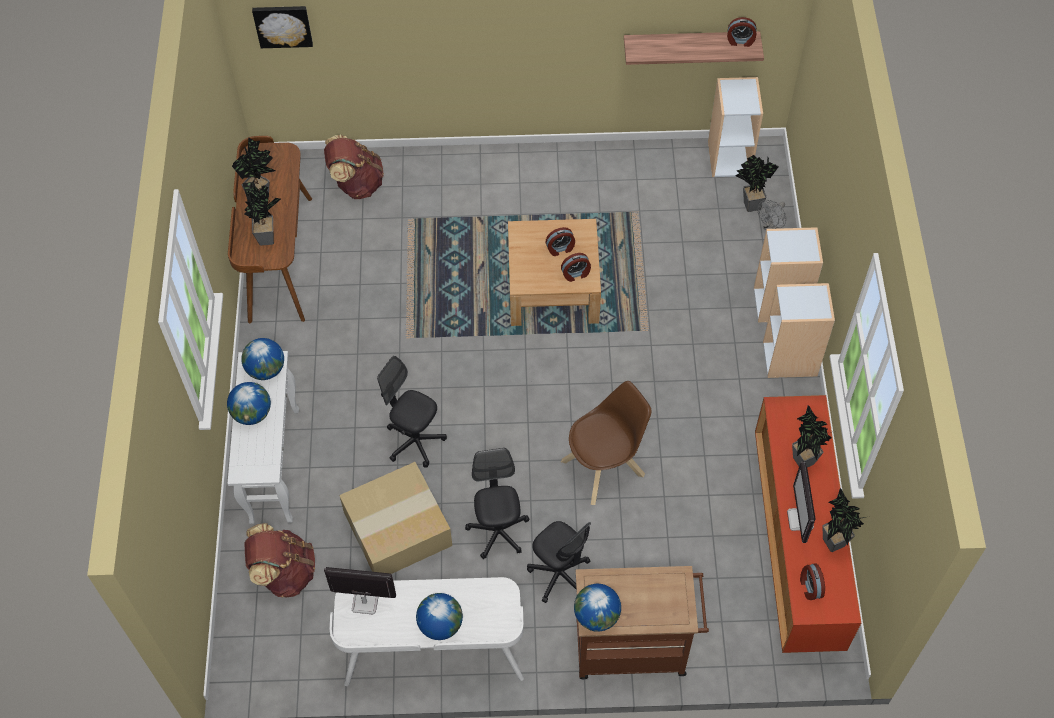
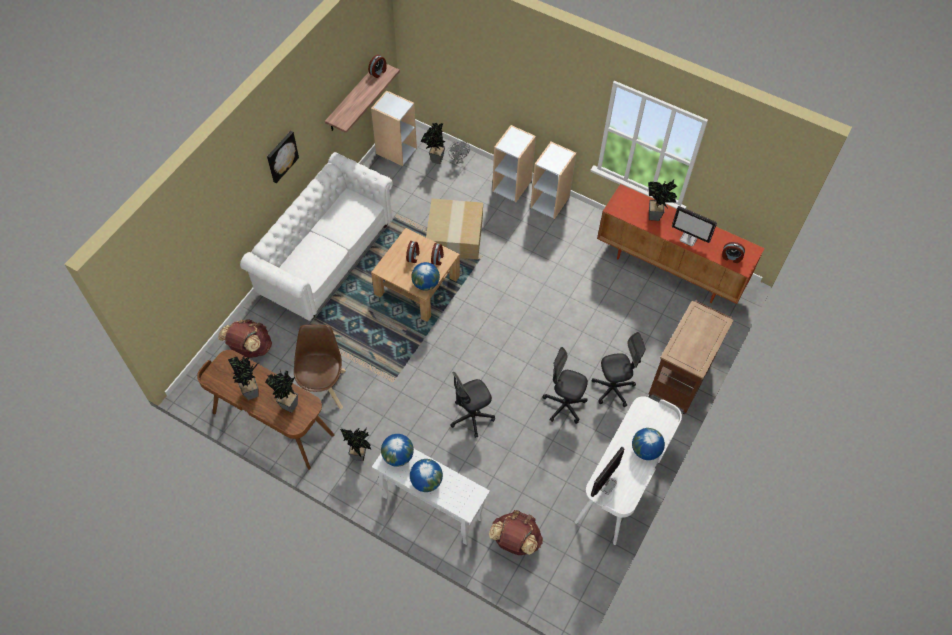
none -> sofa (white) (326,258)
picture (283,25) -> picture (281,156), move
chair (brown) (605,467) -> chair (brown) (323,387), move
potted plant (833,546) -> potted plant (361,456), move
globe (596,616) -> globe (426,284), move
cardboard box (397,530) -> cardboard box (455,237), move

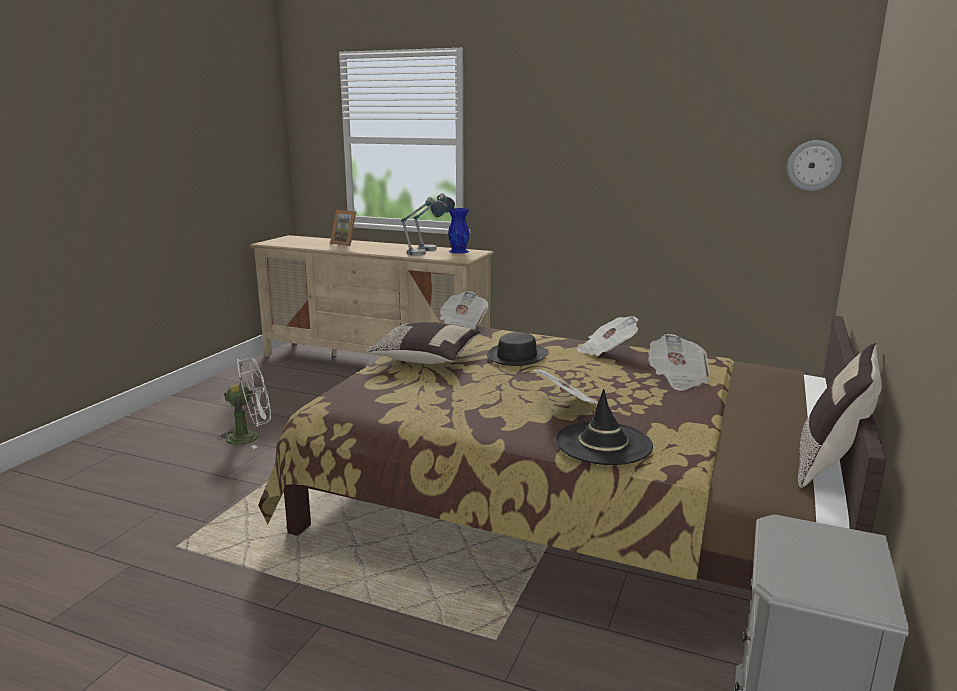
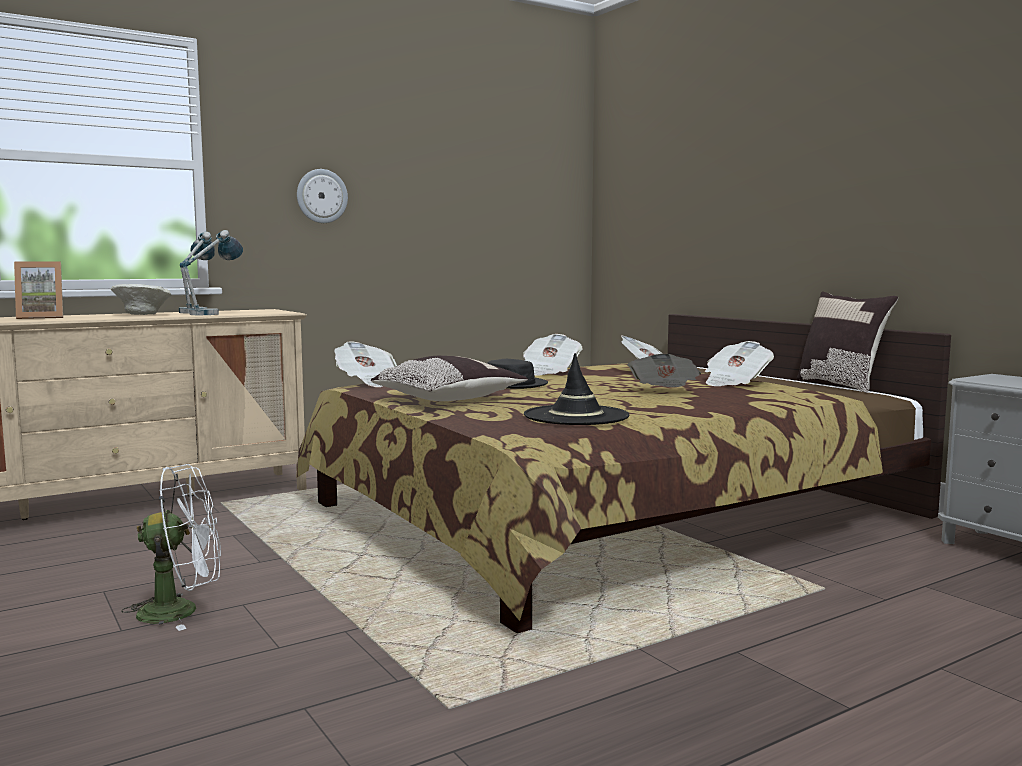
none -> bowl (beige) (142,315)
fan (white) (250,437) -> fan (white) (181,611), 60 degrees clockwise
wall clock (813,165) -> wall clock (321,196), move
hat (black) (603,443) -> hat (black) (576,416), move
none -> newspaper (735,383)
vase (blue) (459,251) -> none

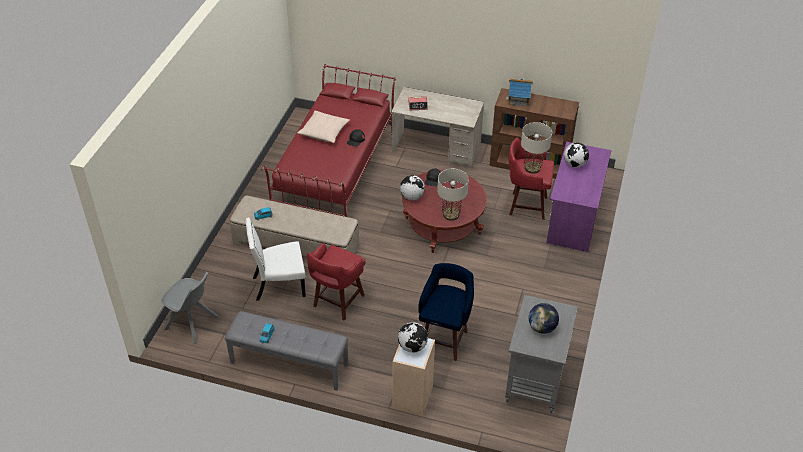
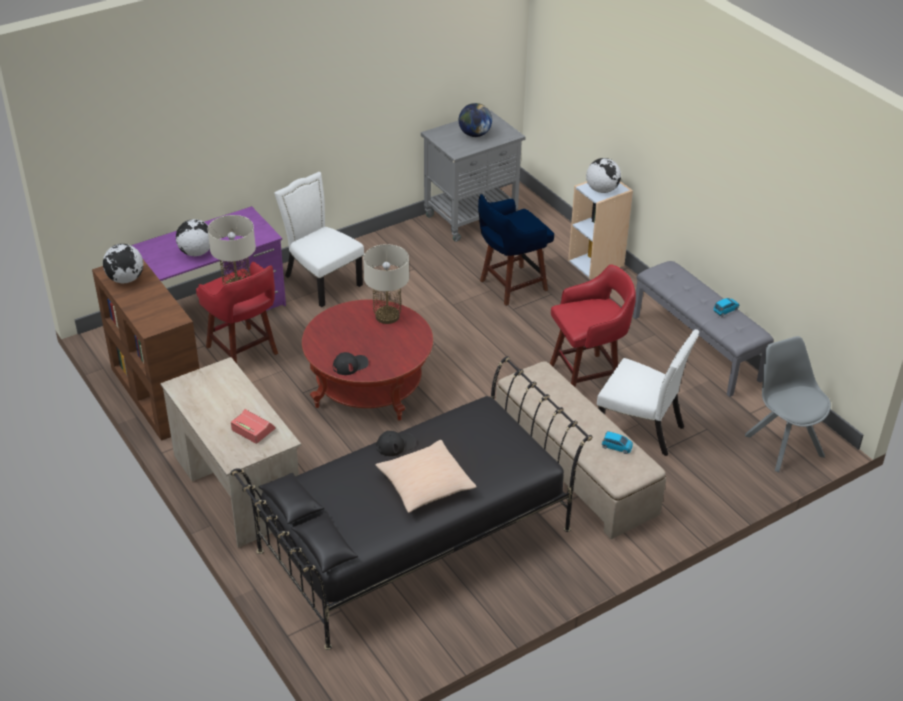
globe (412,197) -> globe (125,279), move
bed (red) (334,171) -> bed (black) (415,541)
none -> chair (white) (322,283)
toy house (518,99) -> none

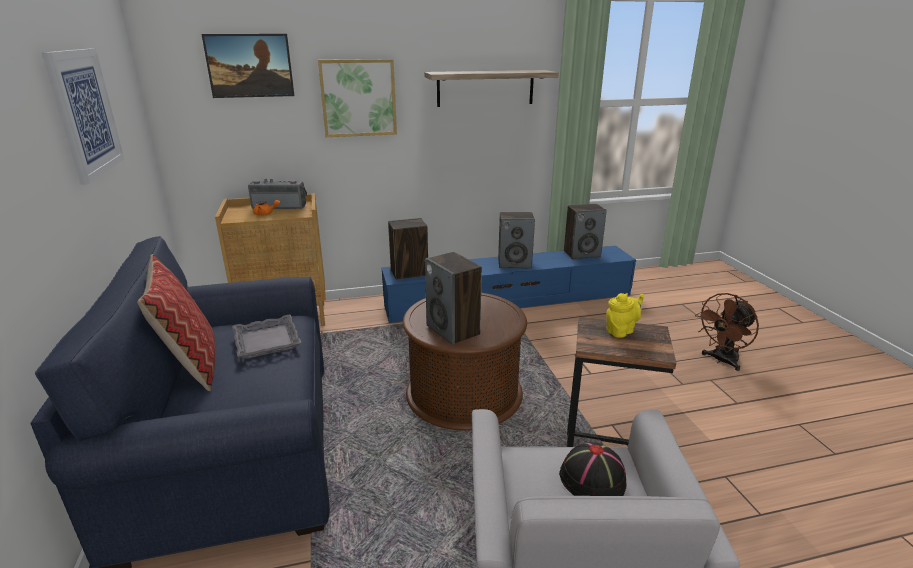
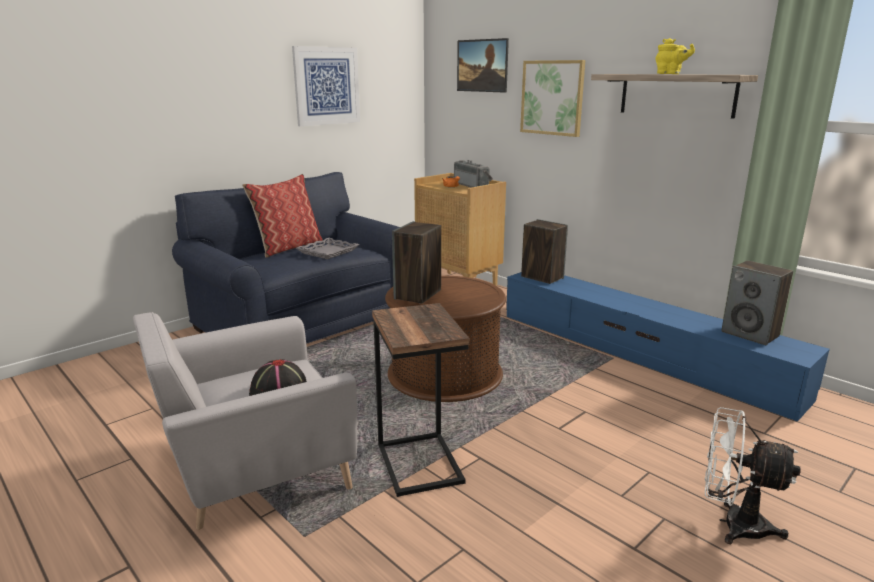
teapot (yellow) (621,330) -> teapot (yellow) (670,74), move
fan (brown) (721,360) -> fan (white) (732,524)
speaker (514,263) -> none

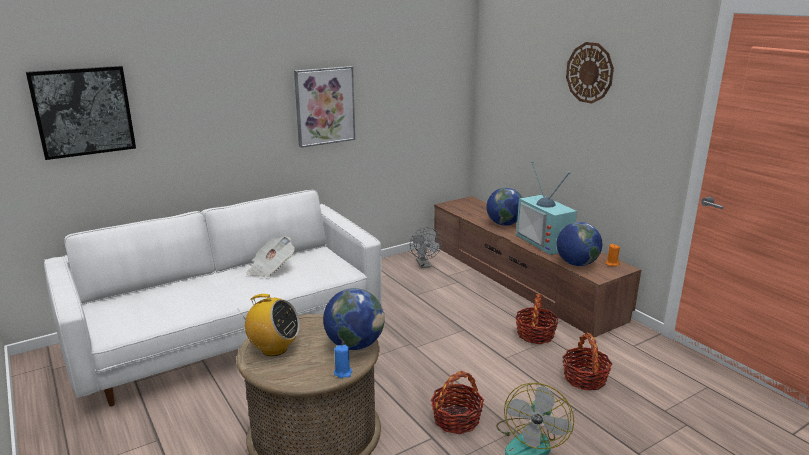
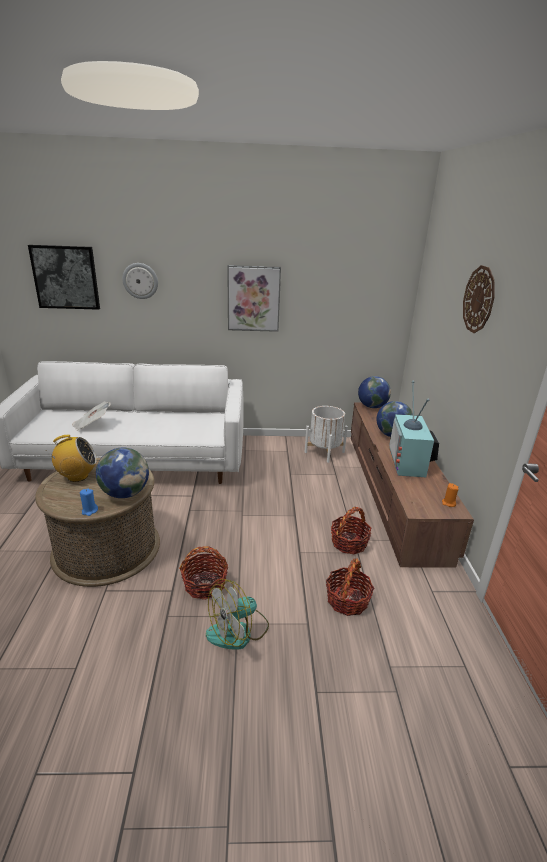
radio (274,349) -> radio (77,476), 60 degrees counterclockwise
newspaper (270,269) -> newspaper (92,425), move
none -> wall clock (140,281)
fan (grey) (424,265) -> planter (white) (324,452)
globe (576,264) -> globe (372,406), move

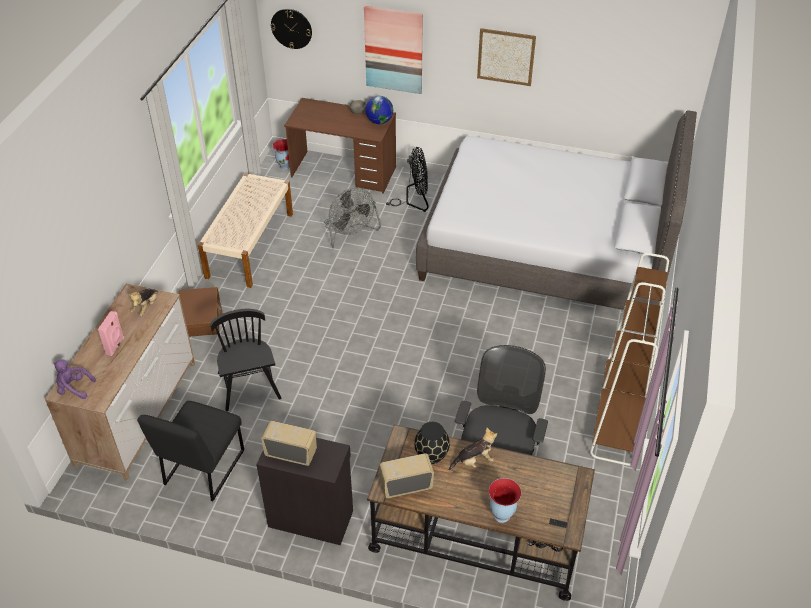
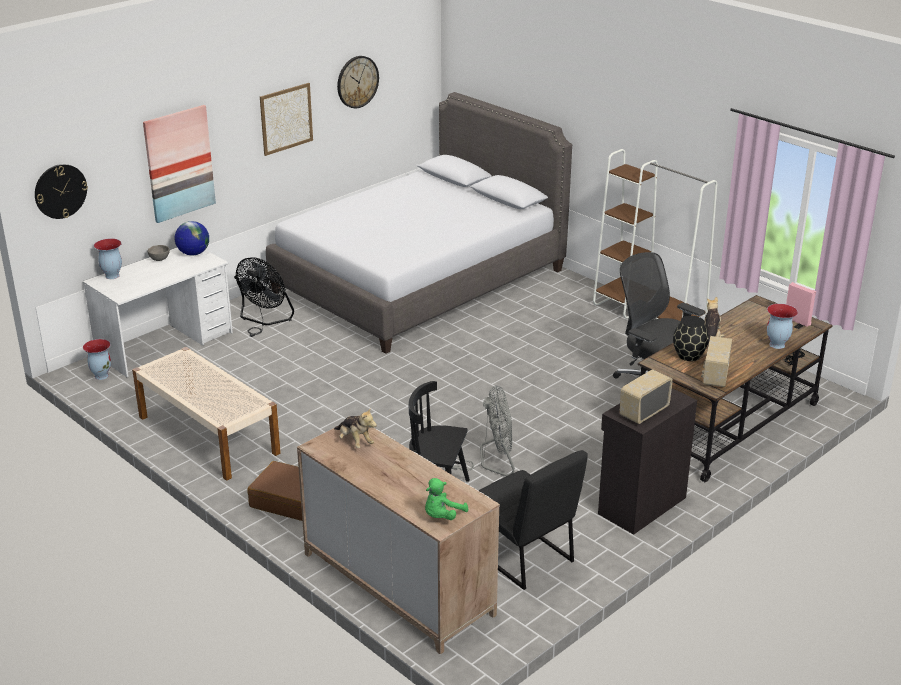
desk (brown) (343,172) -> desk (white) (165,344)
none -> vase (112,276)
none -> wall clock (357,81)
plush toy (purple) (74,388) -> plush toy (green) (442,516)
fan (grey) (348,233) -> fan (grey) (492,458), move
speaker (pink) (116,346) -> speaker (pink) (797,320), move

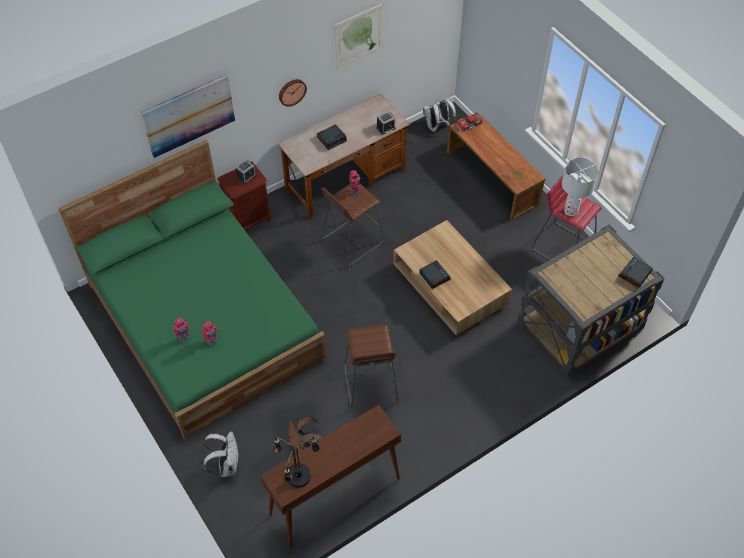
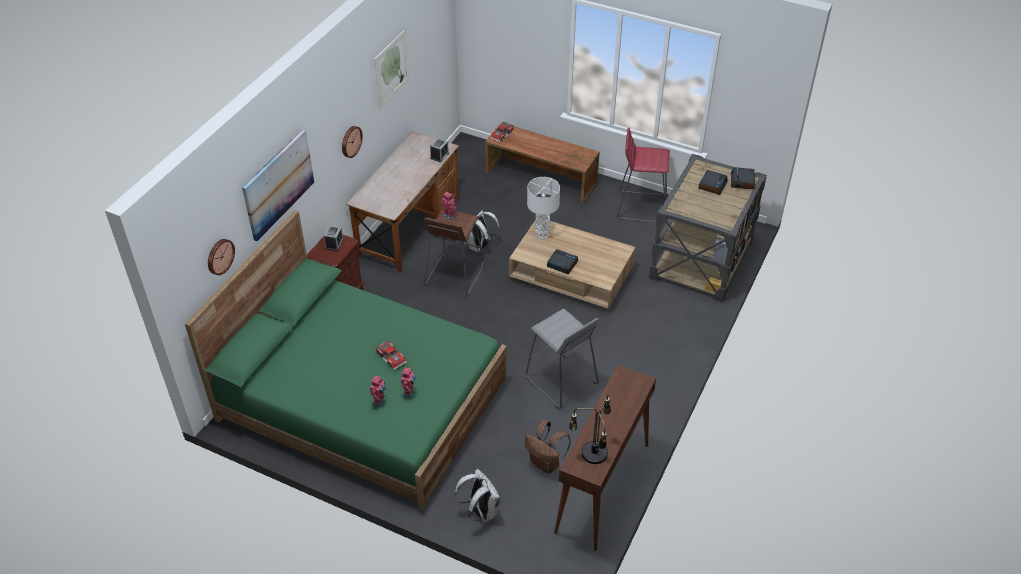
none -> wall clock (219,256)
none -> toy car (392,357)
backpack (white) (438,128) -> backpack (white) (480,247), move
stool (brown) (370,383) -> stool (grey) (561,381)
table lamp (white) (571,211) -> table lamp (white) (542,234), move
alarm clock (332,139) -> alarm clock (712,185), move

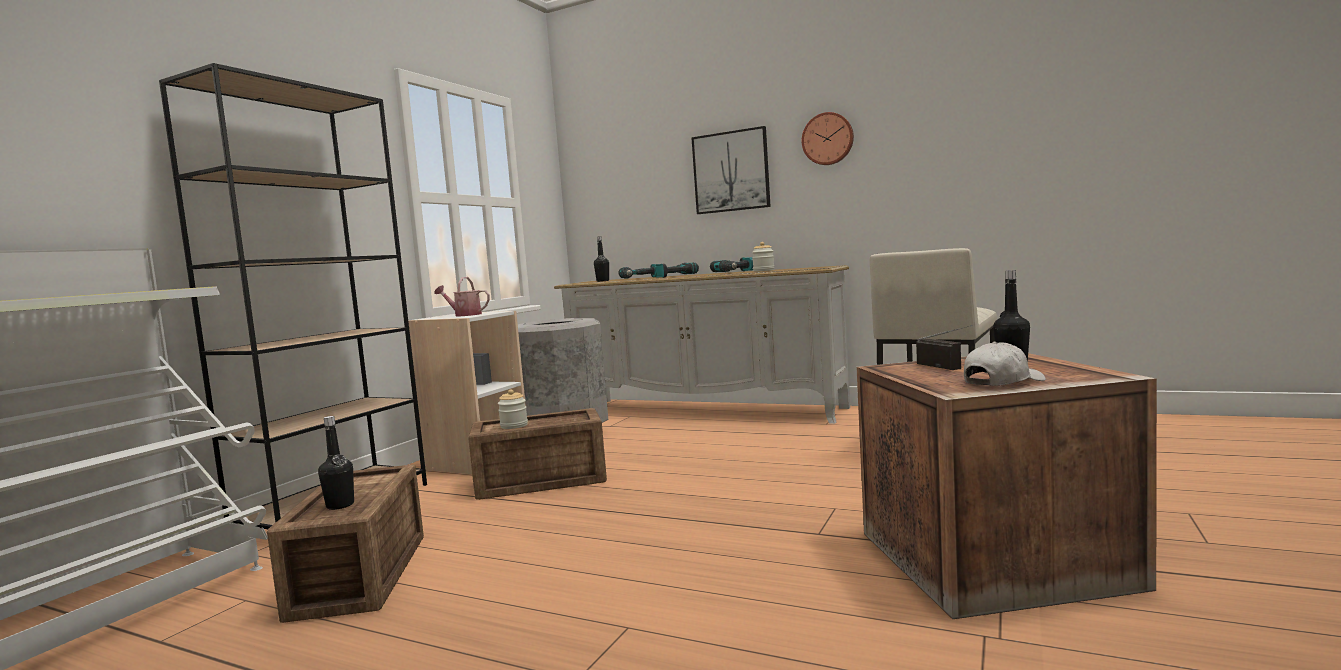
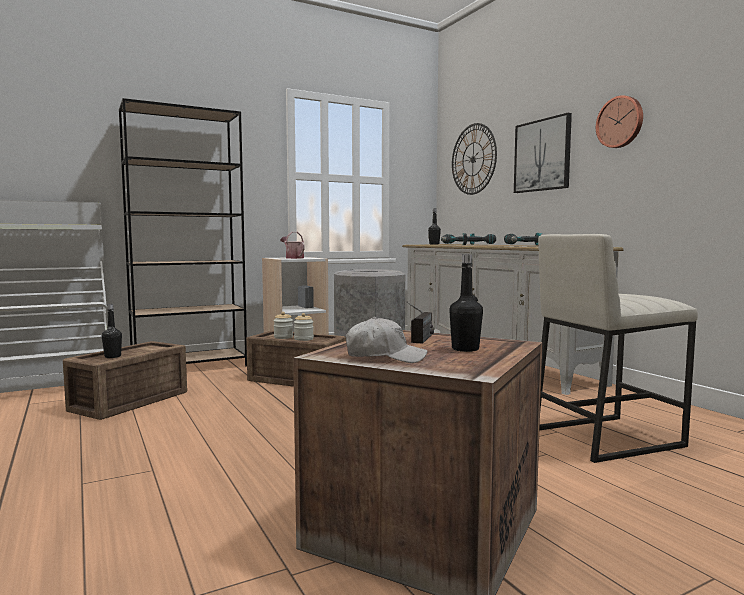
jar (763,270) -> jar (303,339), move
none -> wall clock (473,159)

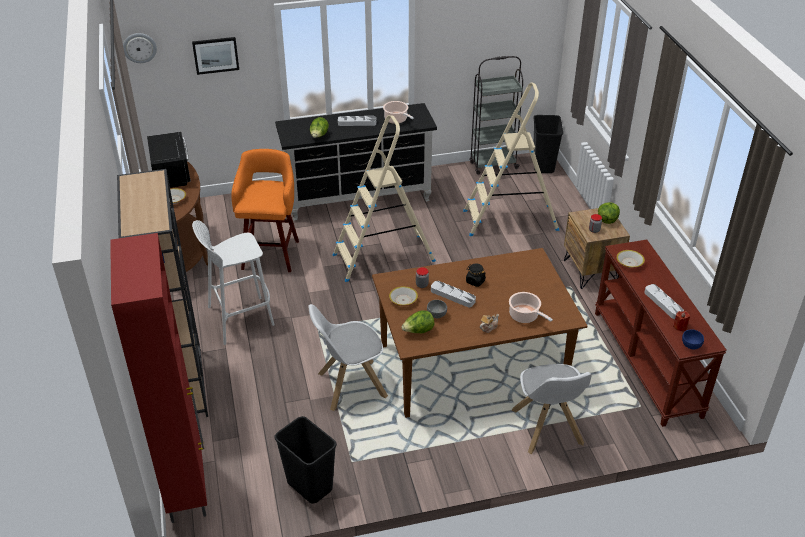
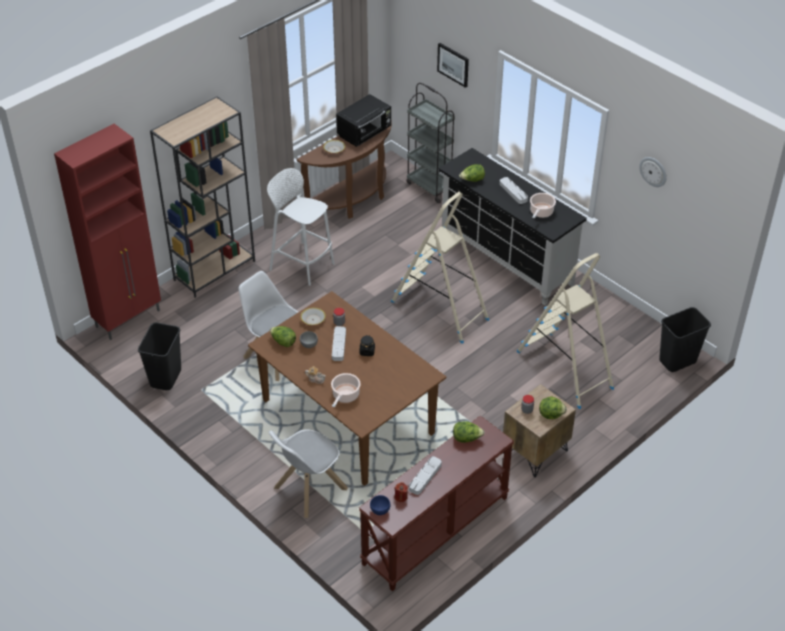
cart (grey) (493,165) -> cart (grey) (430,188), move
bowl (629,263) -> lettuce (467,438)
wall clock (139,47) -> wall clock (653,171), move
stool (orange) (271,253) -> none

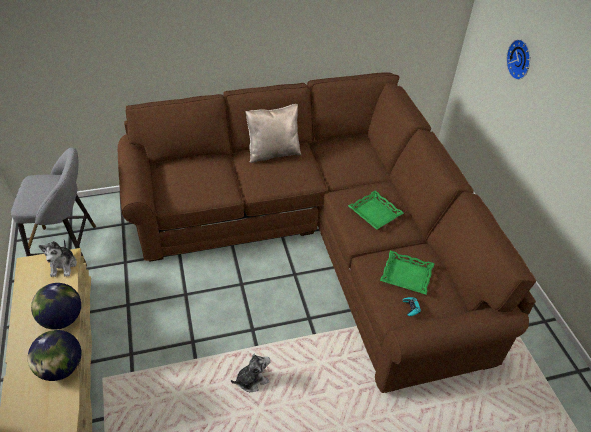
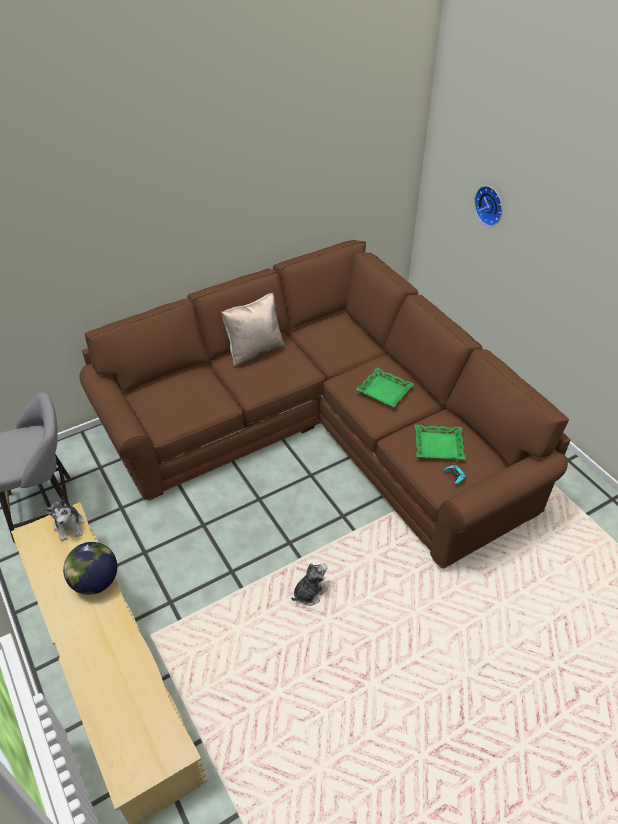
globe (61,368) -> none

